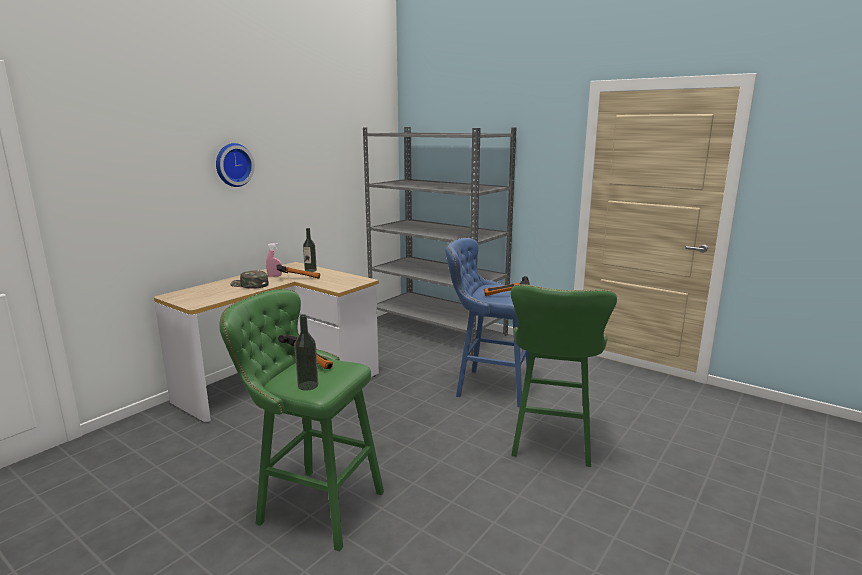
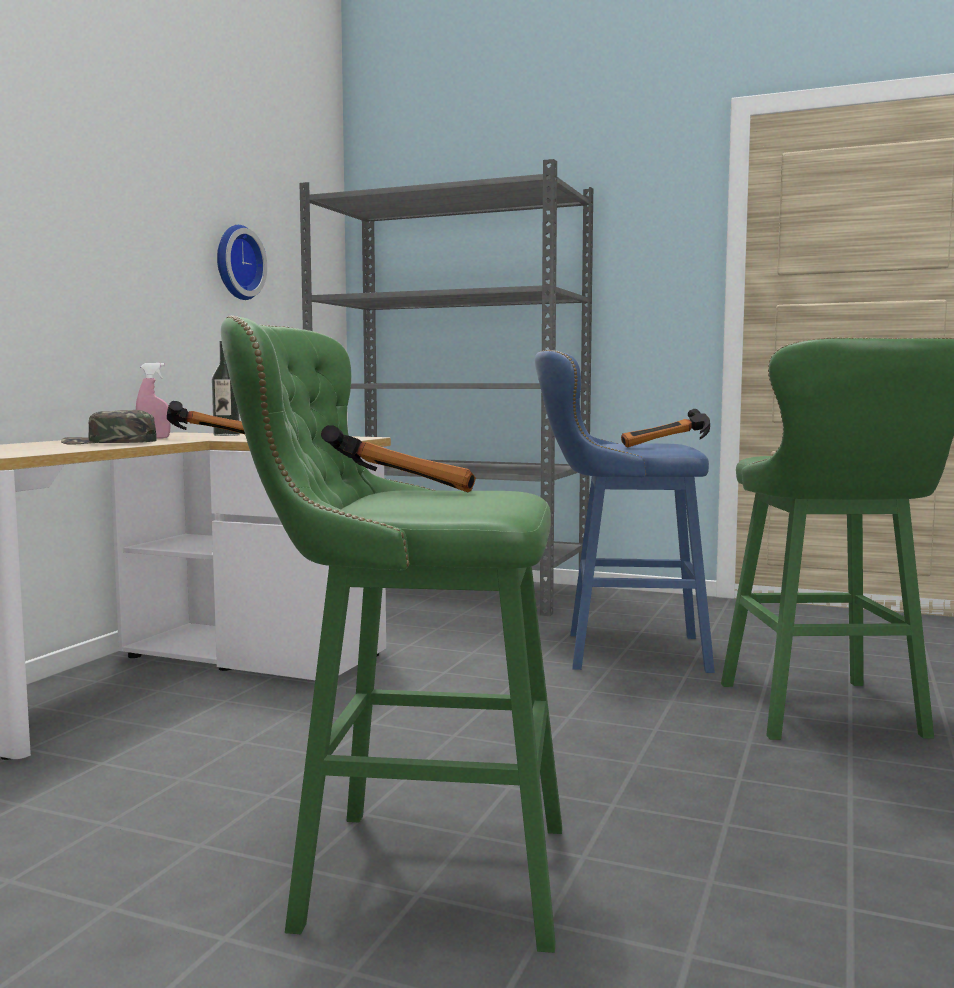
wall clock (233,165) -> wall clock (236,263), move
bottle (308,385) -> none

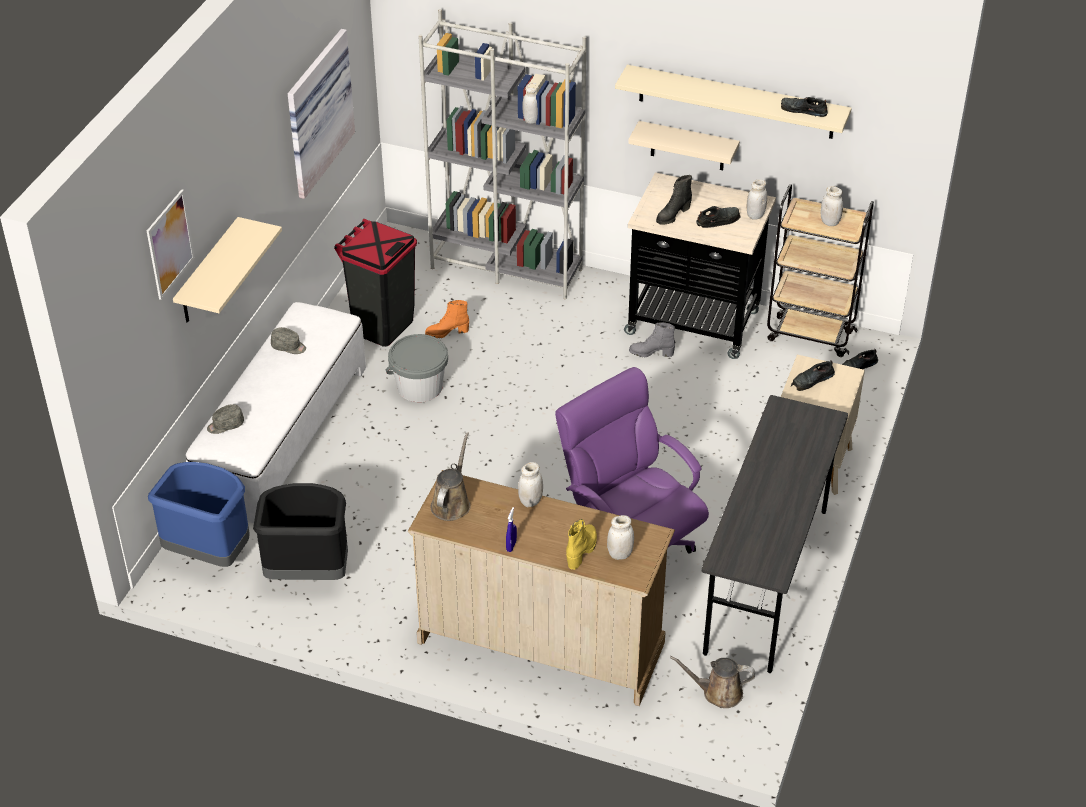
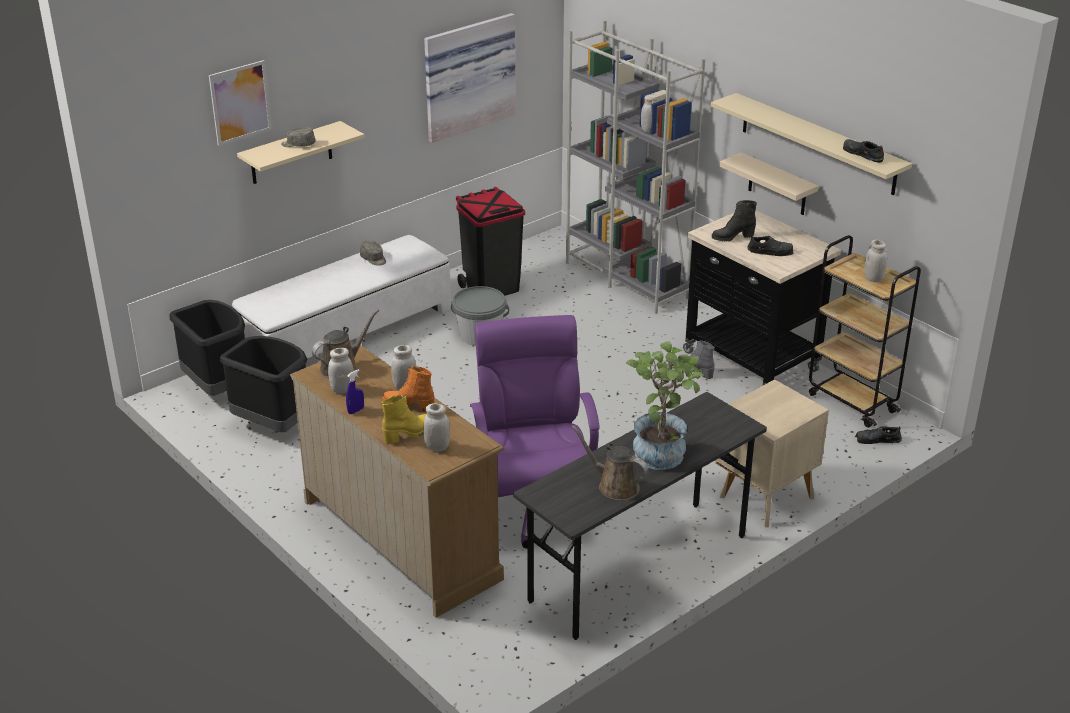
trash can (blue) (209,552) -> trash can (black) (218,388)
cap (grey) (225,425) -> cap (grey) (298,144), move
jar (white) (755,215) -> jar (white) (342,389), move
boot (orange) (447,332) -> boot (orange) (409,405), move
watering can (brown) (718,692) -> watering can (brown) (614,486), move
none -> potted plant (662,450)
shoe (black) (812,380) -> none

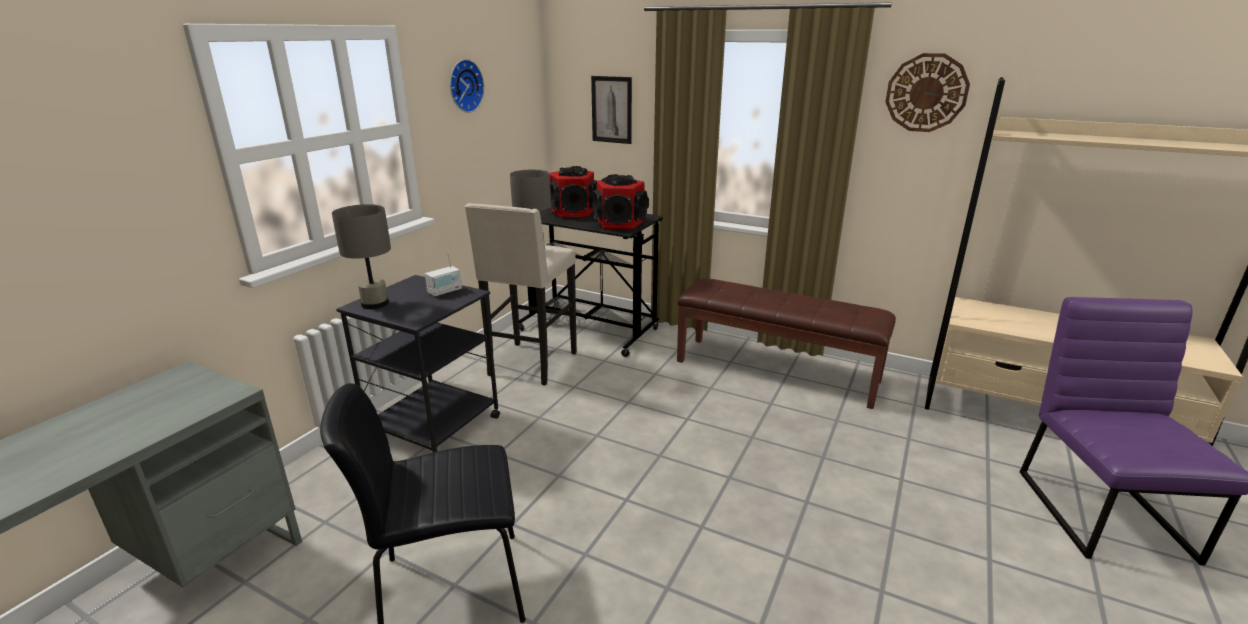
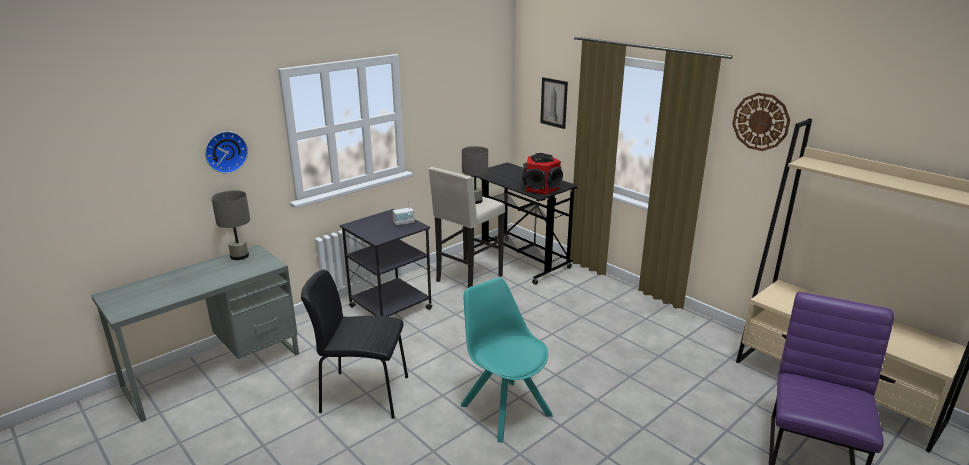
wall clock (464,86) -> wall clock (225,151), move
table lamp (grey) (375,303) -> table lamp (grey) (240,256), move
none -> chair (turquoise) (504,408)
speaker (572,212) -> none
bench (brown) (777,370) -> none

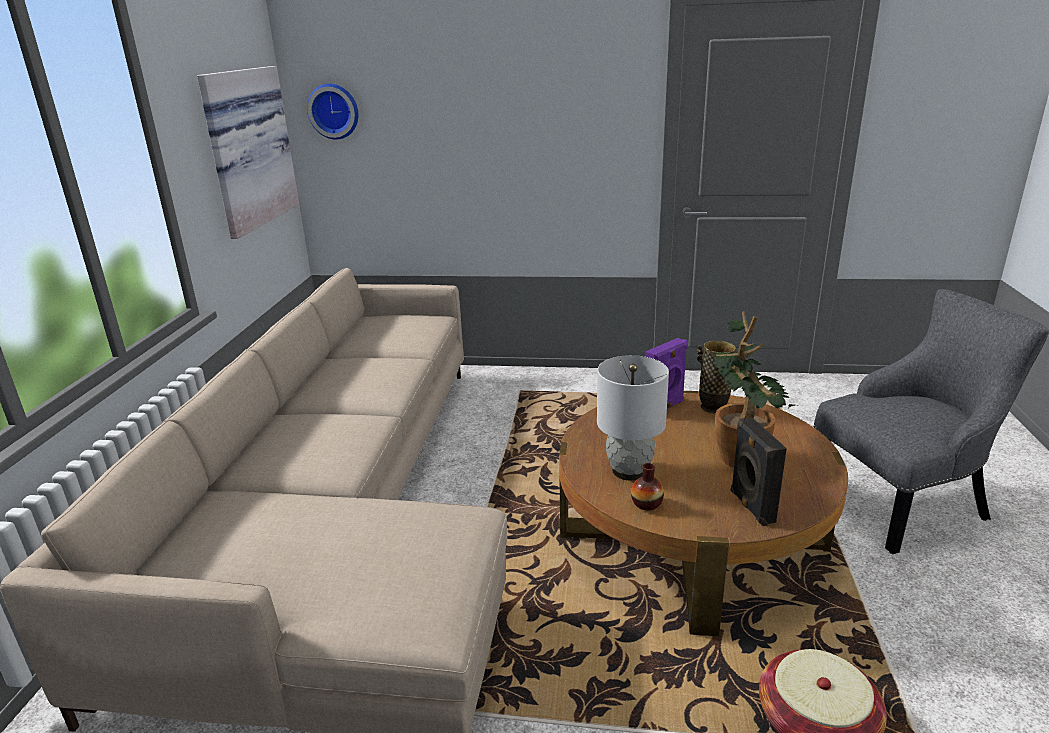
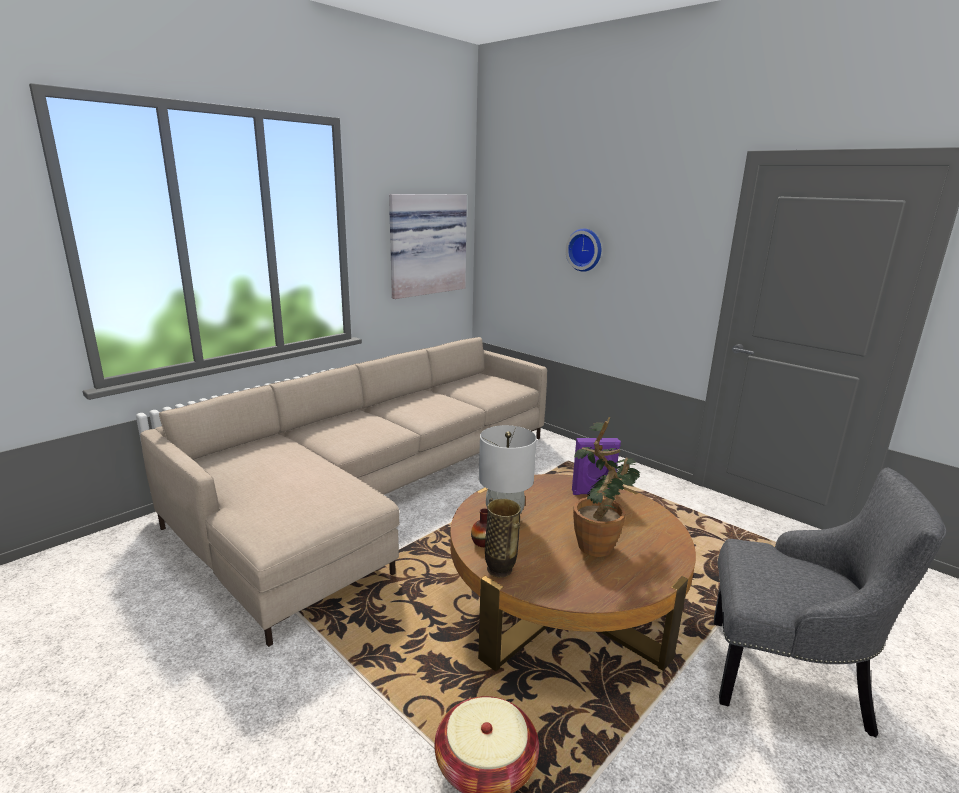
vase (712,408) -> vase (500,569), move
wall clock (334,111) -> wall clock (585,250), move
speaker (black) (750,507) -> none

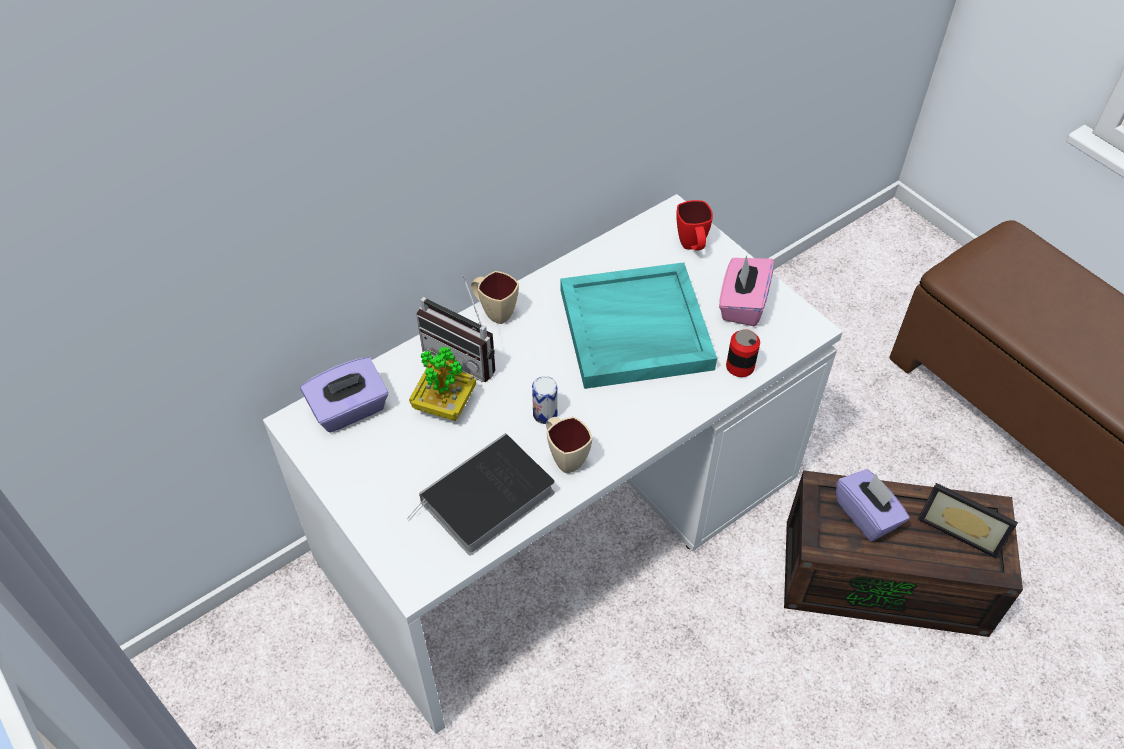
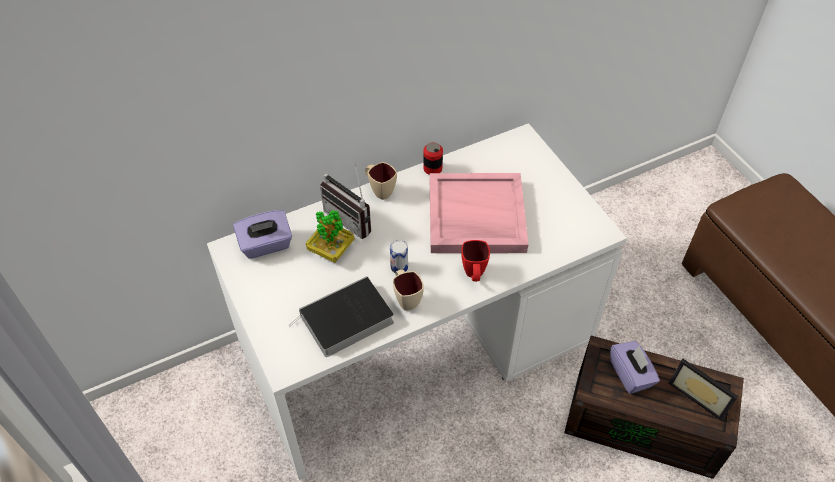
can (740,366) -> can (432,168), move
tray (turquoise) (634,330) -> tray (pink) (475,216)
mug (red) (692,247) -> mug (red) (474,275), move
tissue box (pink) (742,304) -> none

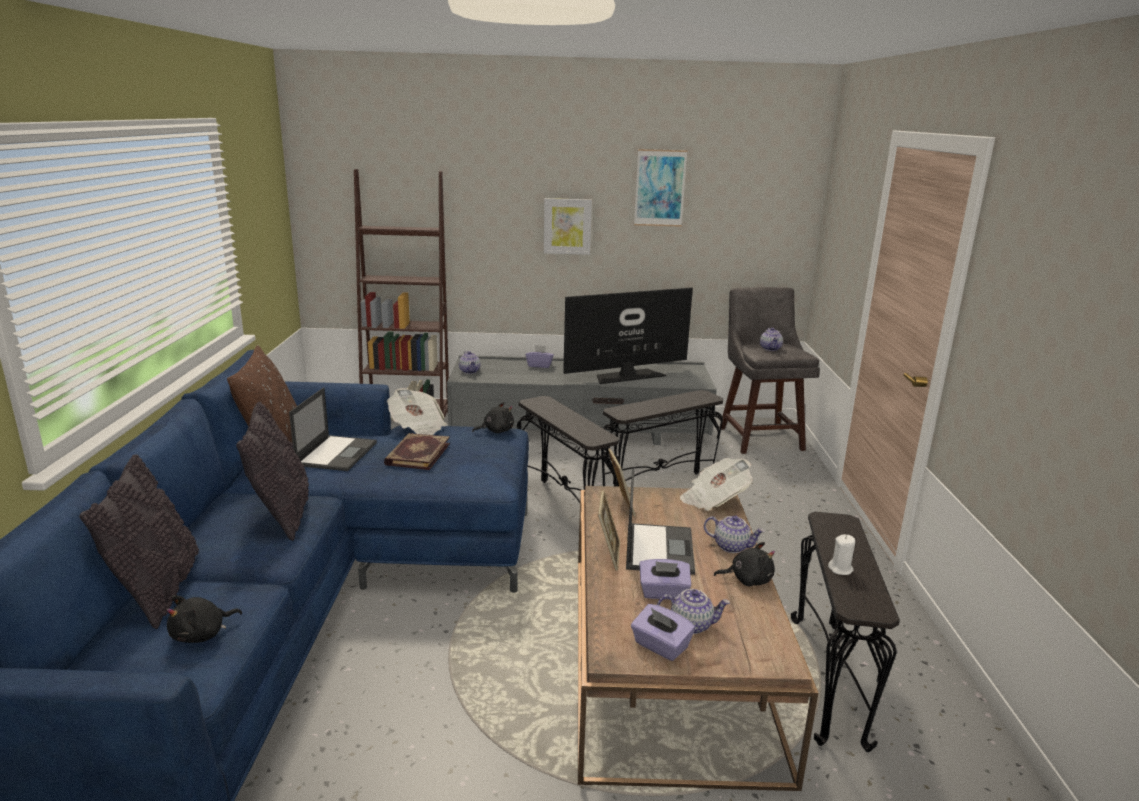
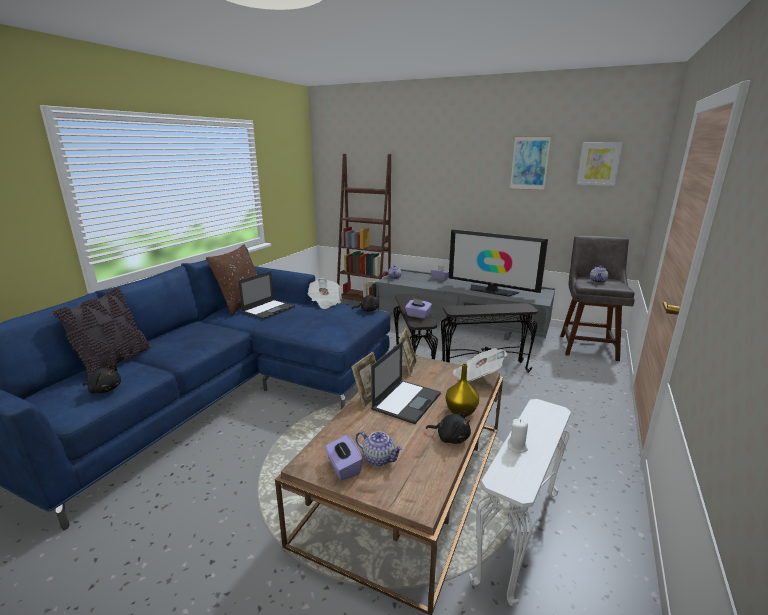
plush toy (black) (202,634) -> plush toy (black) (105,389), 150 degrees counterclockwise
tissue box (purple) (663,593) -> tissue box (purple) (418,315), move
teapot (732,546) -> vase (yellow) (461,411)
television (627,376) -> television (492,291), 150 degrees counterclockwise
side table (black) (828,680) -> side table (white) (517,535)
picture (567,226) -> picture (599,164), move
pillow (black) (282,514) -> none
book (417,454) -> none

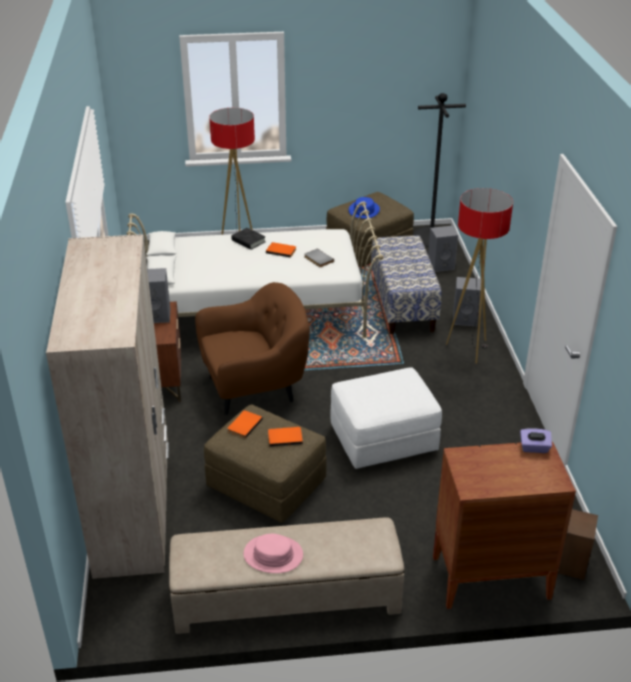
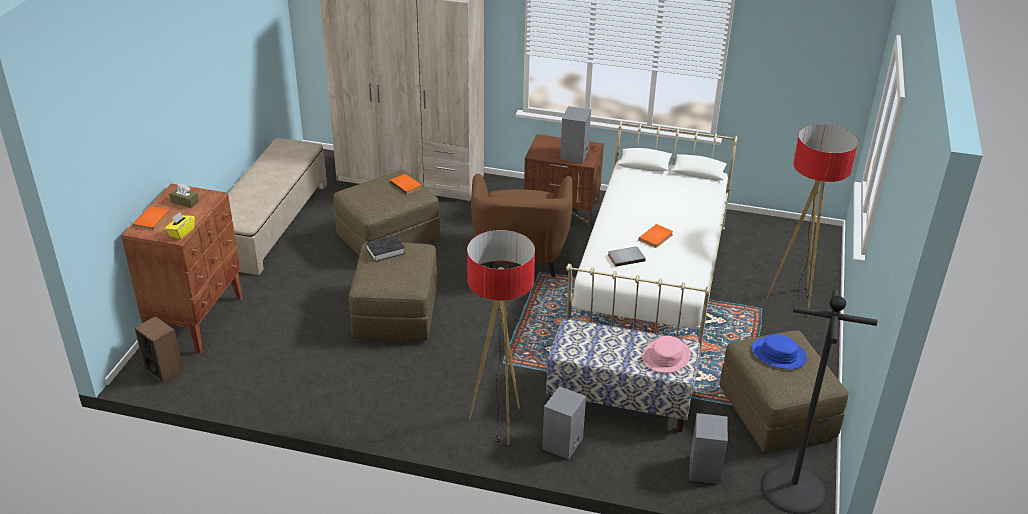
book (orange) (285,437) -> book (orange) (153,220), move
tissue box (purple) (534,448) -> tissue box (yellow) (181,232)
none -> tissue box (brown) (184,202)
ottoman (white) (383,438) -> ottoman (brown) (396,314)
book (black) (248,241) -> book (black) (385,251), move
hat (pink) (273,555) -> hat (pink) (666,356), move

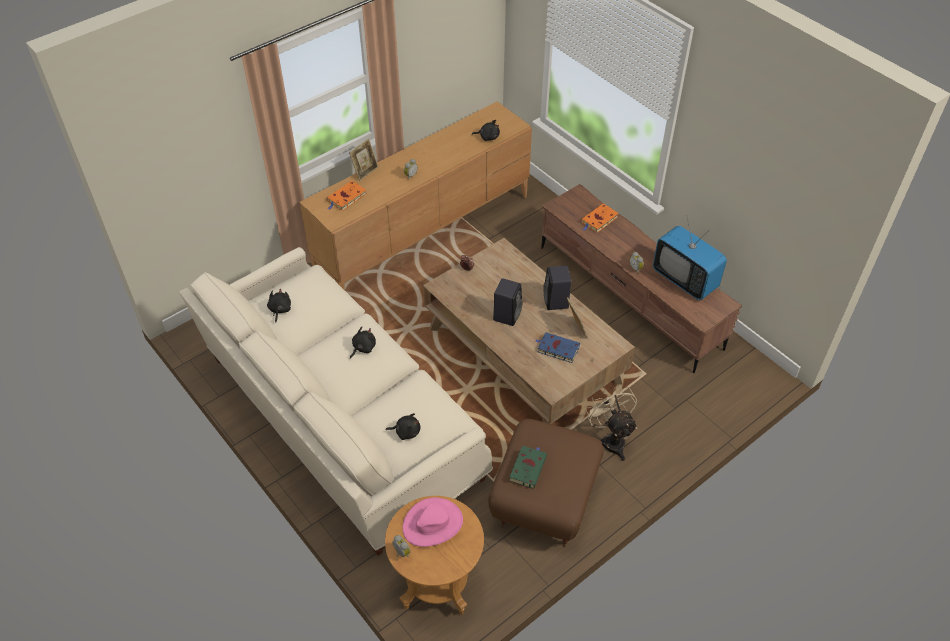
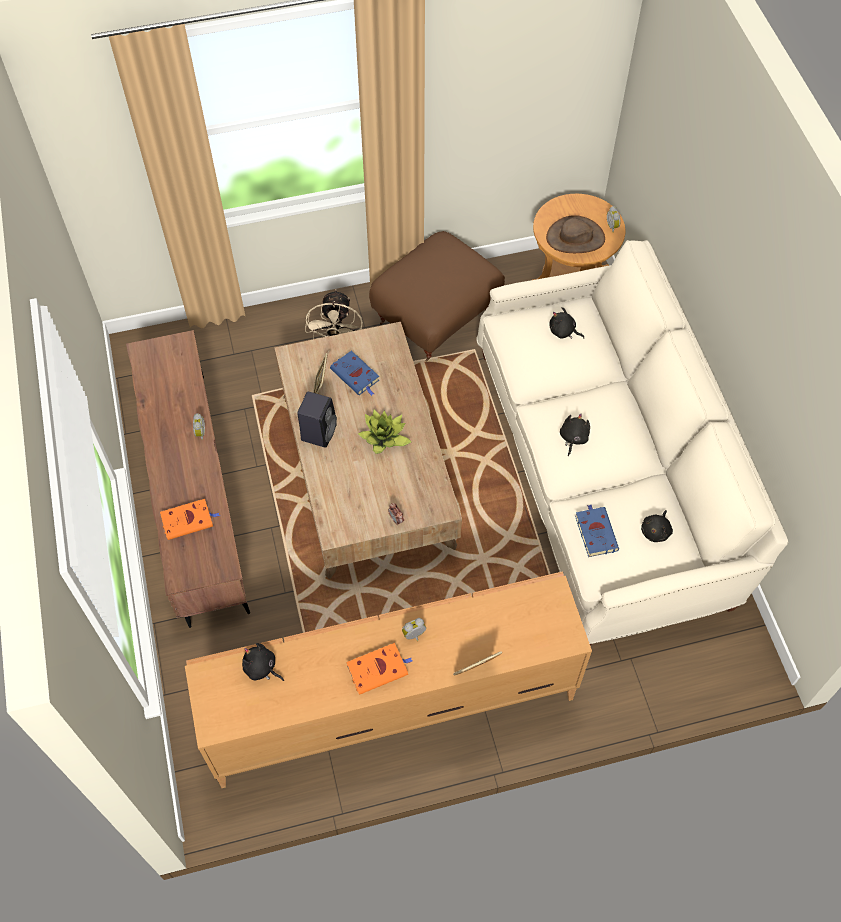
book (orange) (346,198) -> book (orange) (379,669), move
speaker (black) (507,314) -> potted plant (384,437)
hat (pink) (432,523) -> hat (brown) (575,238)
plush toy (black) (363,348) -> plush toy (black) (573,438), 135 degrees clockwise
none -> book (blue) (595,532)
book (green) (528,467) -> none
television (685,279) -> none

